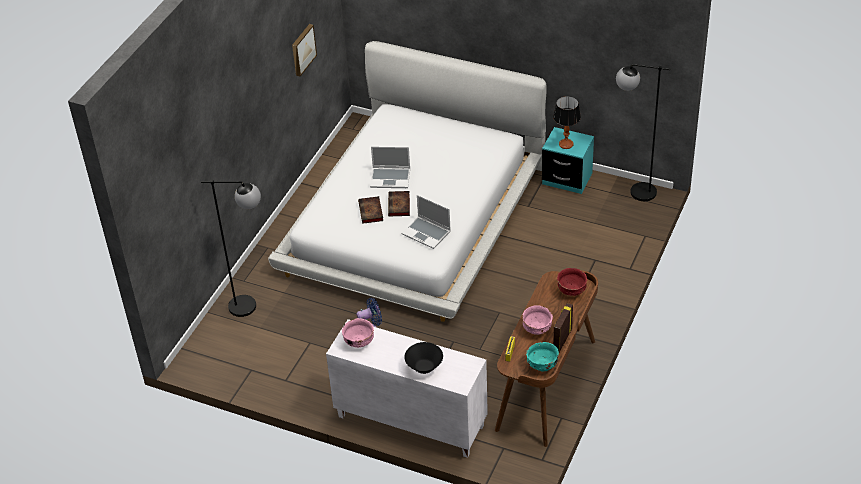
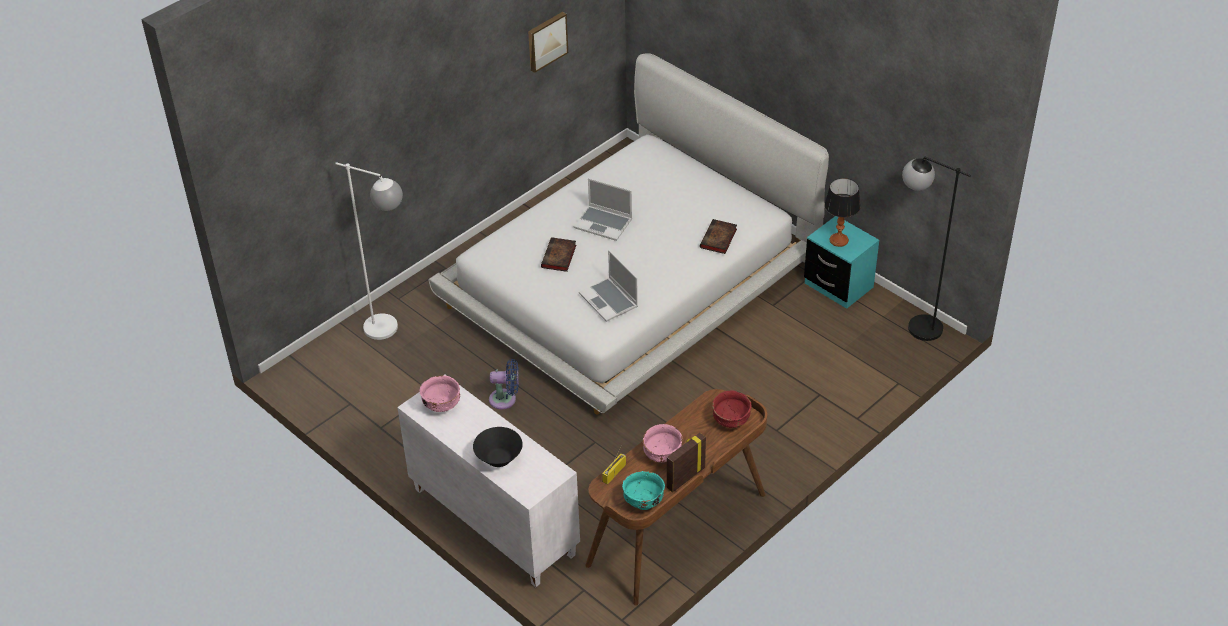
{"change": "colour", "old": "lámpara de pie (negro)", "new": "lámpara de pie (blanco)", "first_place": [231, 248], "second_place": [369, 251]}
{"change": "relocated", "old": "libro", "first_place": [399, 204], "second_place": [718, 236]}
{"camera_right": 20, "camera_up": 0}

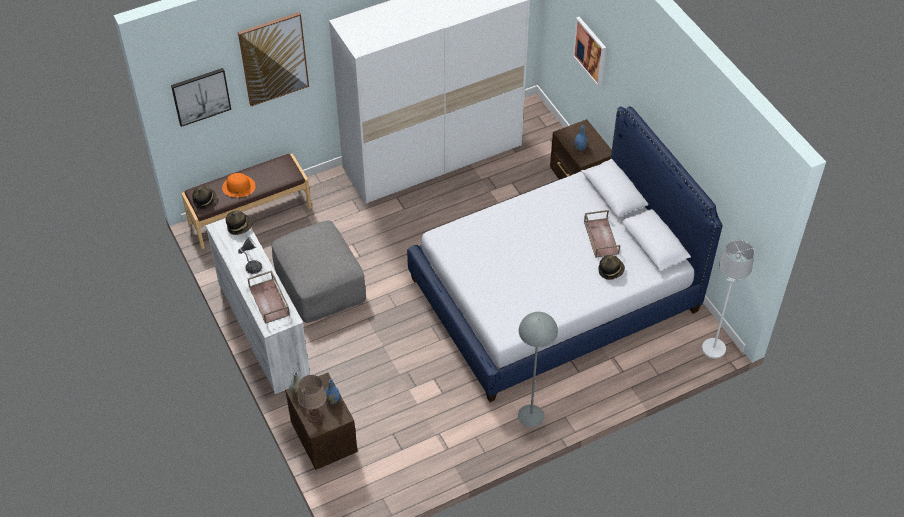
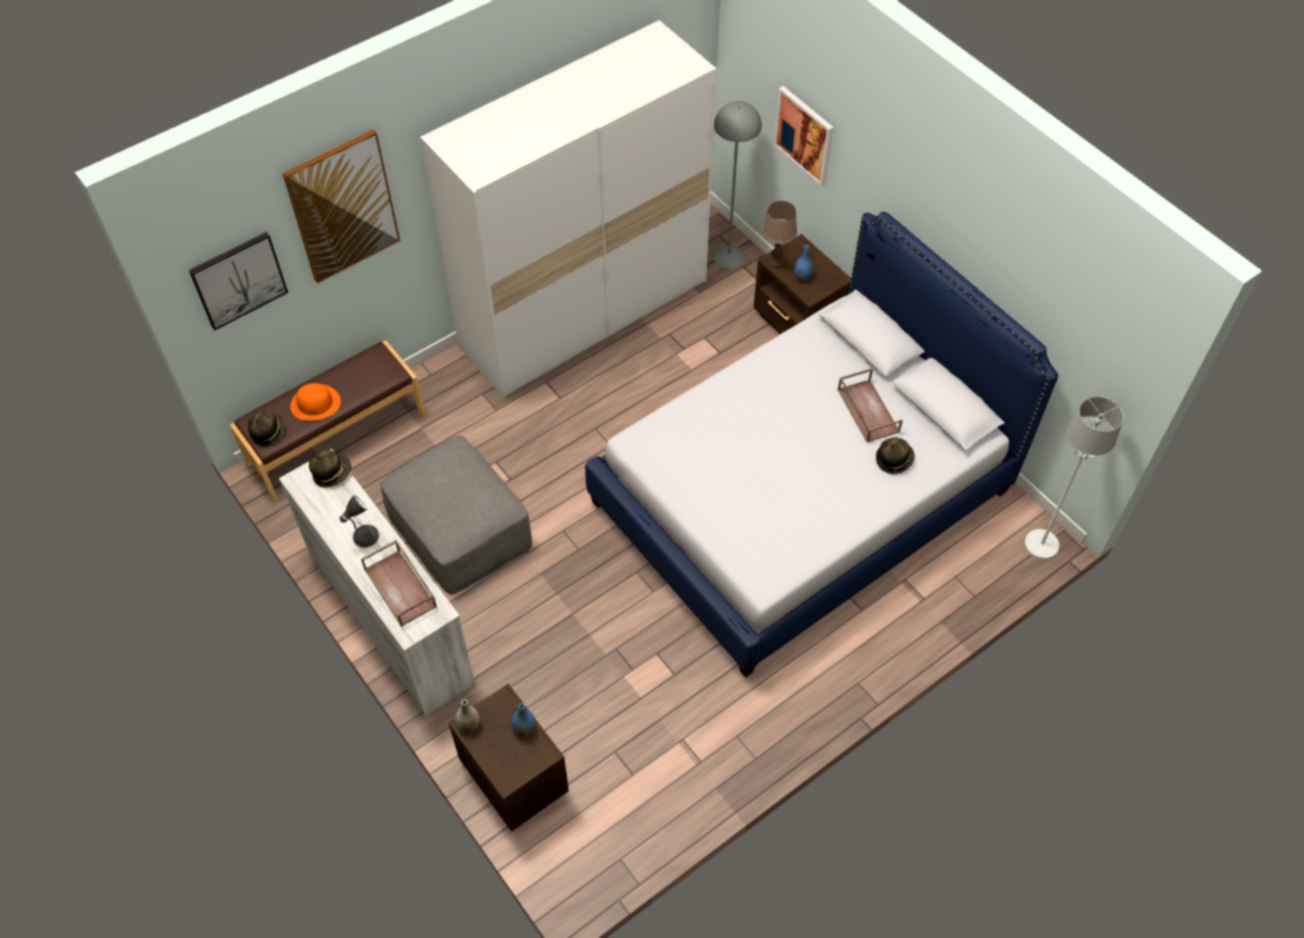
{"change": "relocated", "old": "lámpara de pie (gris)", "first_place": [538, 369], "second_place": [737, 184]}
{"change": "relocated", "old": "lámpara de mesa (marrón)", "first_place": [312, 399], "second_place": [779, 234]}
{"camera_right": -10, "camera_up": 5}

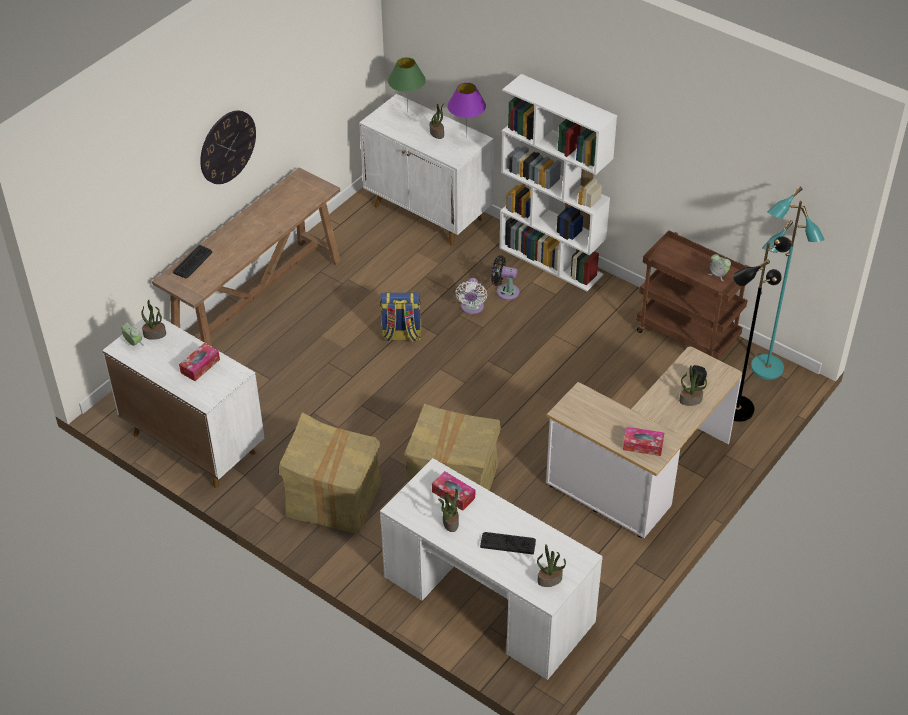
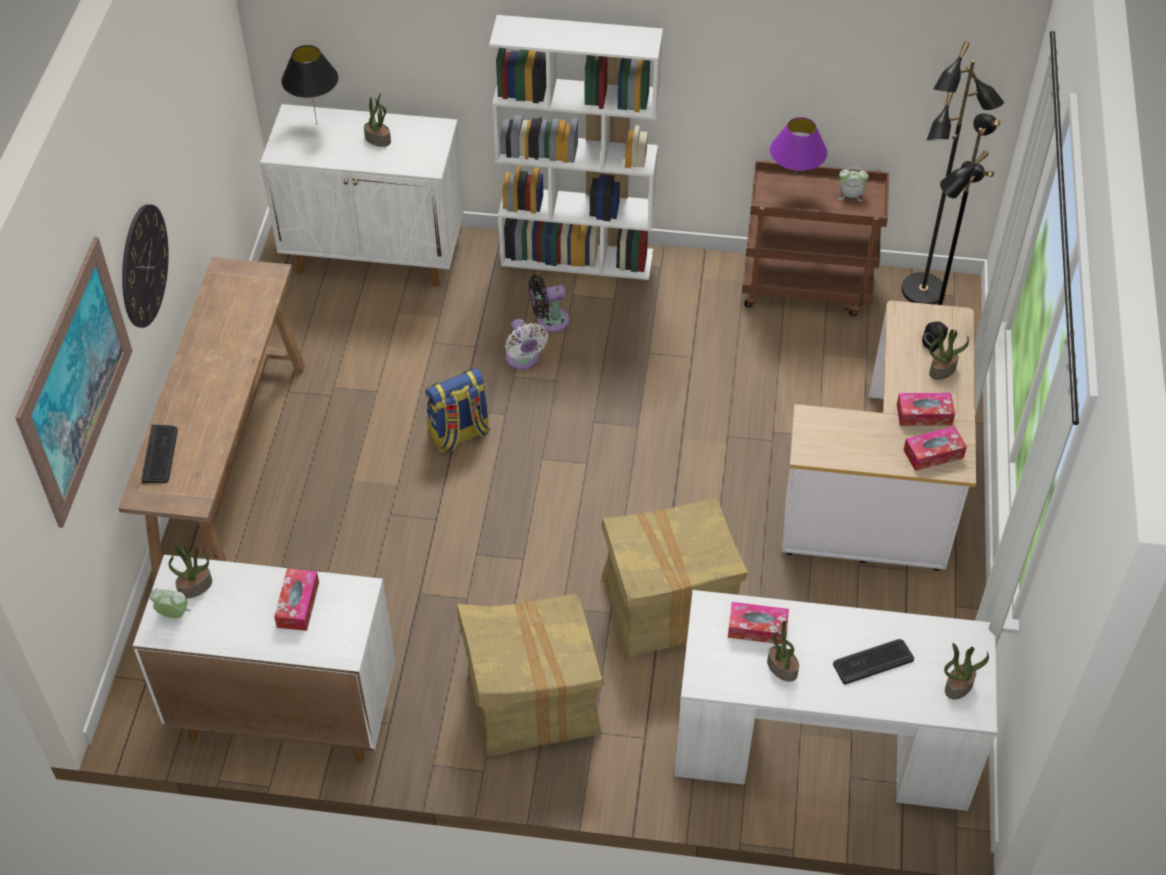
{"change": "appeared", "new": "cuadro", "second_place": [74, 382]}
{"change": "colour", "old": "lámpara de mesa (verde)", "new": "lámpara de mesa (negro)", "first_place": [407, 84], "second_place": [309, 84]}
{"change": "relocated", "old": "lámpara de mesa (morado)", "first_place": [466, 110], "second_place": [799, 156]}
{"change": "appeared", "new": "caja de pañuelos", "second_place": [926, 409]}
{"change": "colour", "old": "lámpara de pie (turquesa)", "new": "lámpara de pie (negro)", "first_place": [788, 283], "second_place": [953, 173]}
{"camera_right": -30, "camera_up": 5}

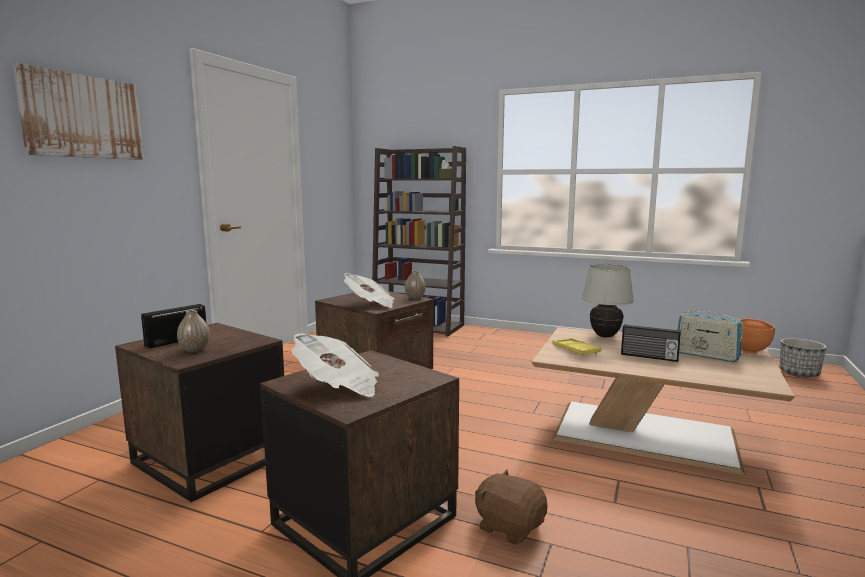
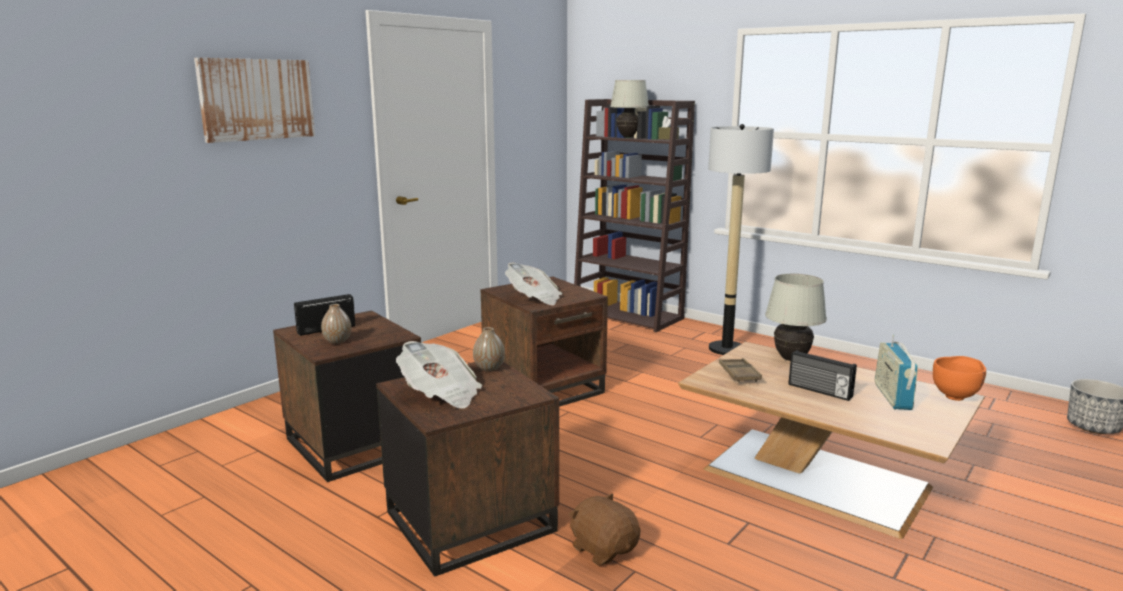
{"change": "relocated", "old": "florero", "first_place": [415, 285], "second_place": [489, 349]}
{"change": "appeared", "new": "lámpara de mesa (blanco)", "second_place": [629, 109]}
{"change": "appeared", "new": "lámpara de pie", "second_place": [741, 239]}
{"change": "colour", "old": "bandeja (amarillo)", "new": "bandeja (marrón)", "first_place": [576, 347], "second_place": [740, 370]}
{"change": "spun", "old": "radio", "first_place": [710, 334], "second_place": [896, 372], "degrees": 45}
{"camera_right": 15, "camera_up": 5}

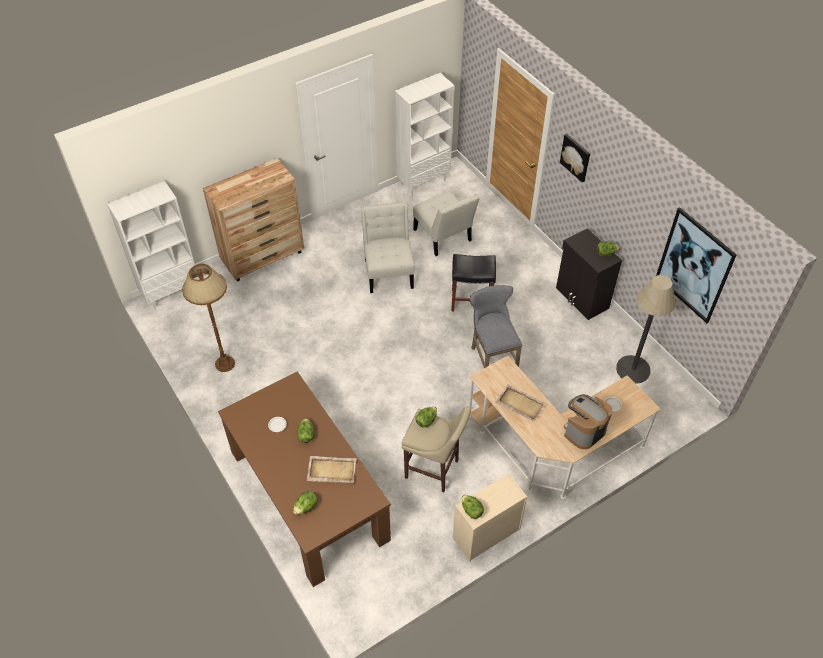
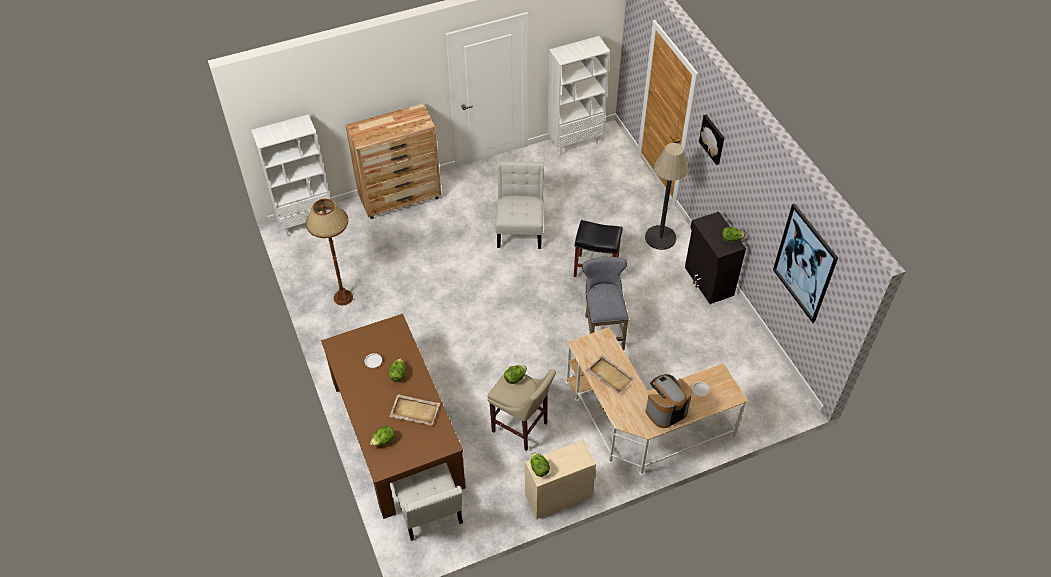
{"change": "relocated", "old": "silla (blanco)", "first_place": [446, 224], "second_place": [427, 502]}
{"change": "relocated", "old": "lámpara de pie", "first_place": [645, 329], "second_place": [667, 196]}
{"camera_right": 10, "camera_up": 0}

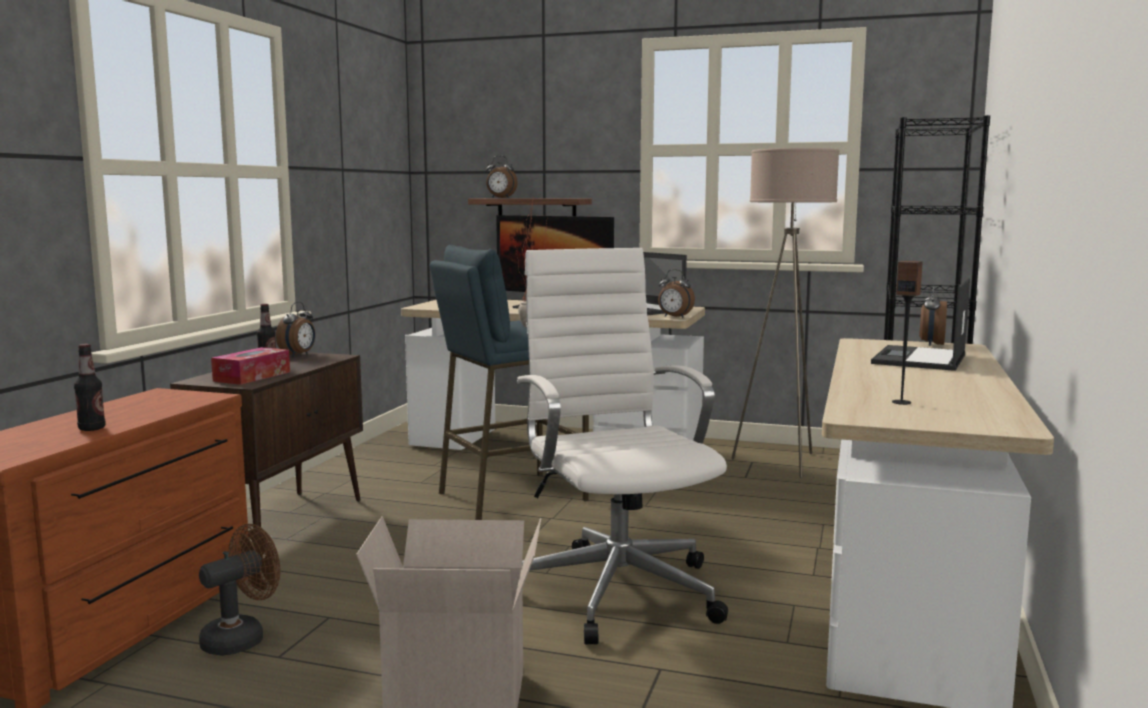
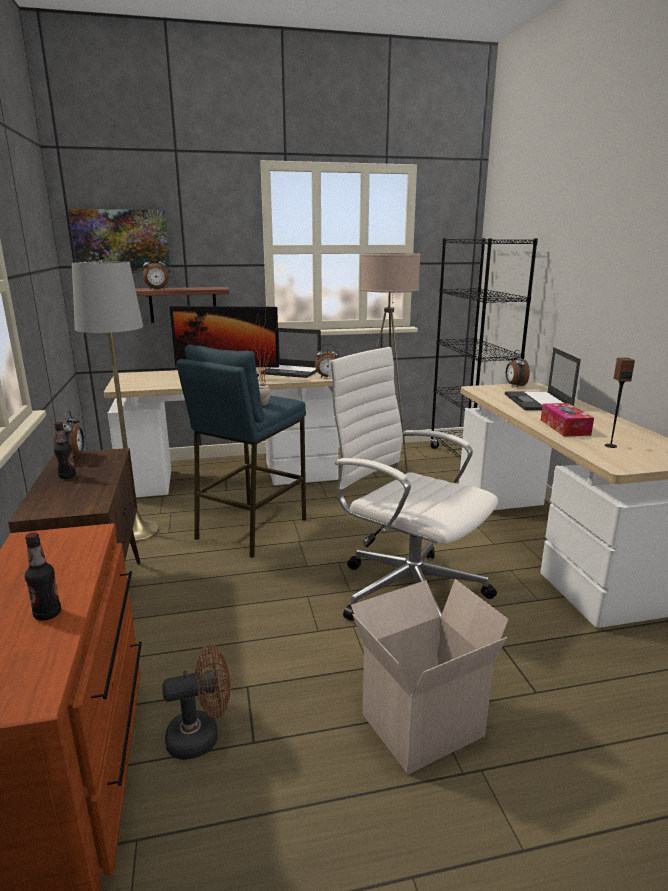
{"change": "appeared", "new": "cuadro", "second_place": [119, 241]}
{"change": "appeared", "new": "lámpara de pie (gris)", "second_place": [115, 401]}
{"change": "spun", "old": "ventilador (marrón)", "first_place": [239, 590], "second_place": [196, 702], "degrees": 60}
{"change": "relocated", "old": "caja de pañuelos", "first_place": [250, 366], "second_place": [567, 419]}
{"camera_right": -30, "camera_up": 10}

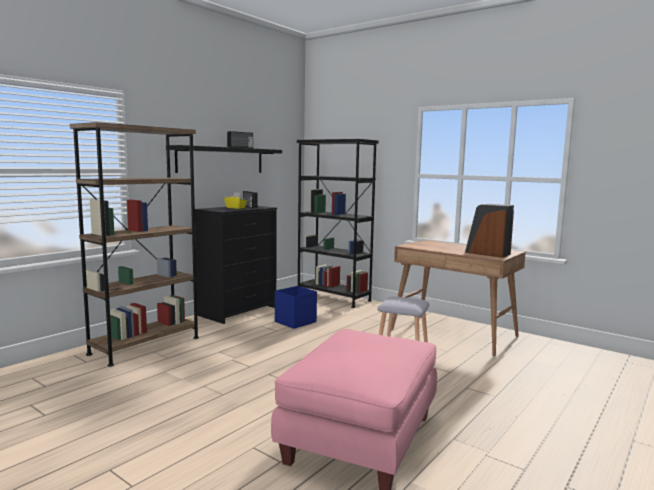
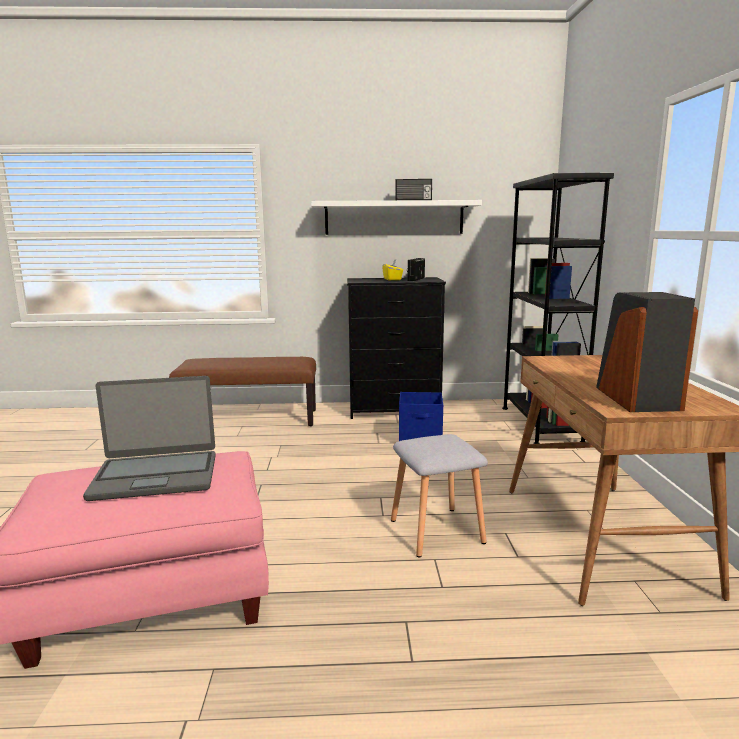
{"change": "appeared", "new": "portátil", "second_place": [149, 438]}
{"change": "exchanged", "old": "estantería (marrón)", "new": "banco (marrón)", "first_place": [134, 244], "second_place": [242, 391]}
{"change": "colour", "old": "estante (negro)", "new": "estante (blanco)", "first_place": [225, 159], "second_place": [396, 217]}
{"camera_right": 50, "camera_up": 5}

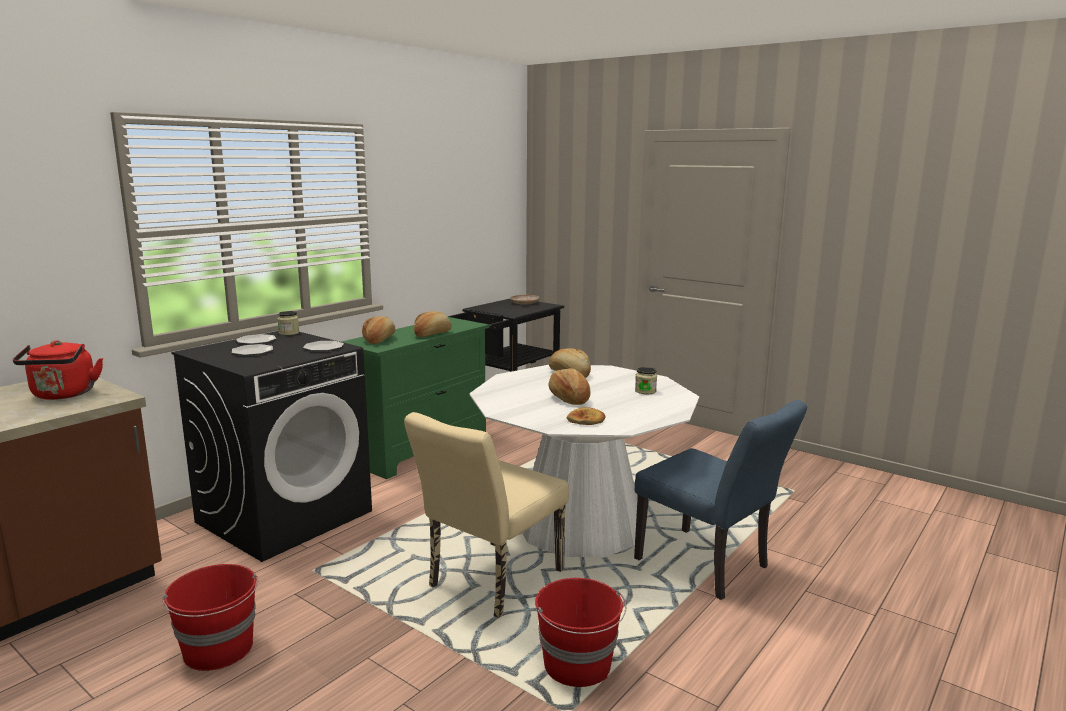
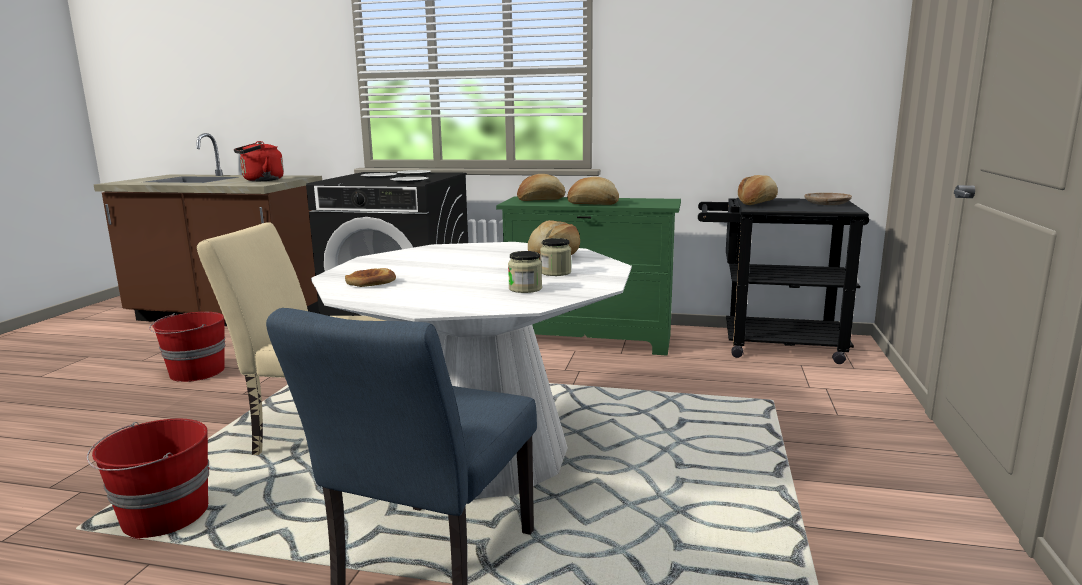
{"change": "relocated", "old": "tarro", "first_place": [288, 323], "second_place": [555, 257]}
{"change": "relocated", "old": "pan", "first_place": [569, 386], "second_place": [758, 190]}
{"camera_right": 65, "camera_up": 0}

